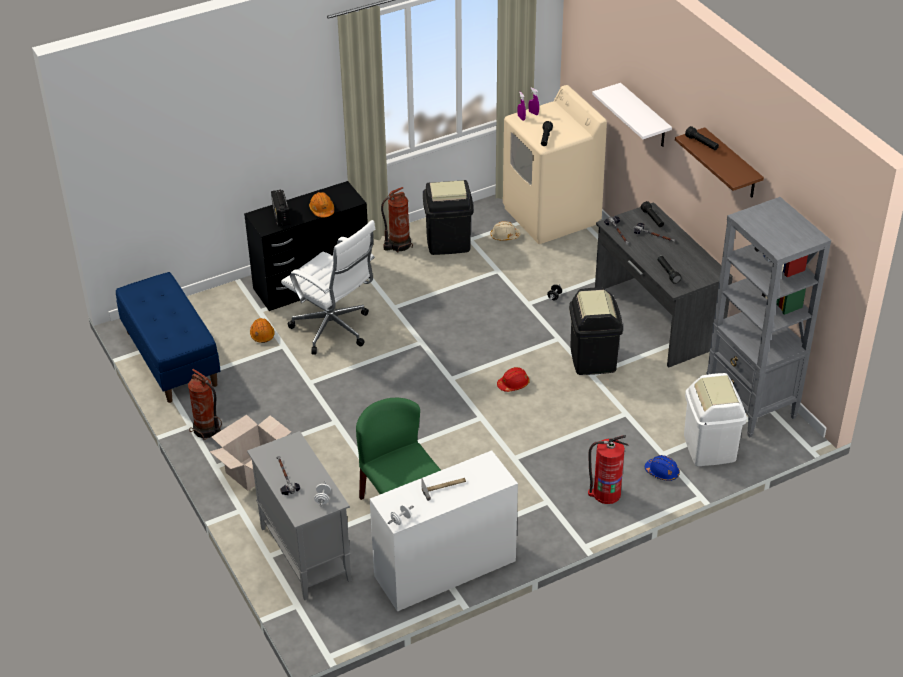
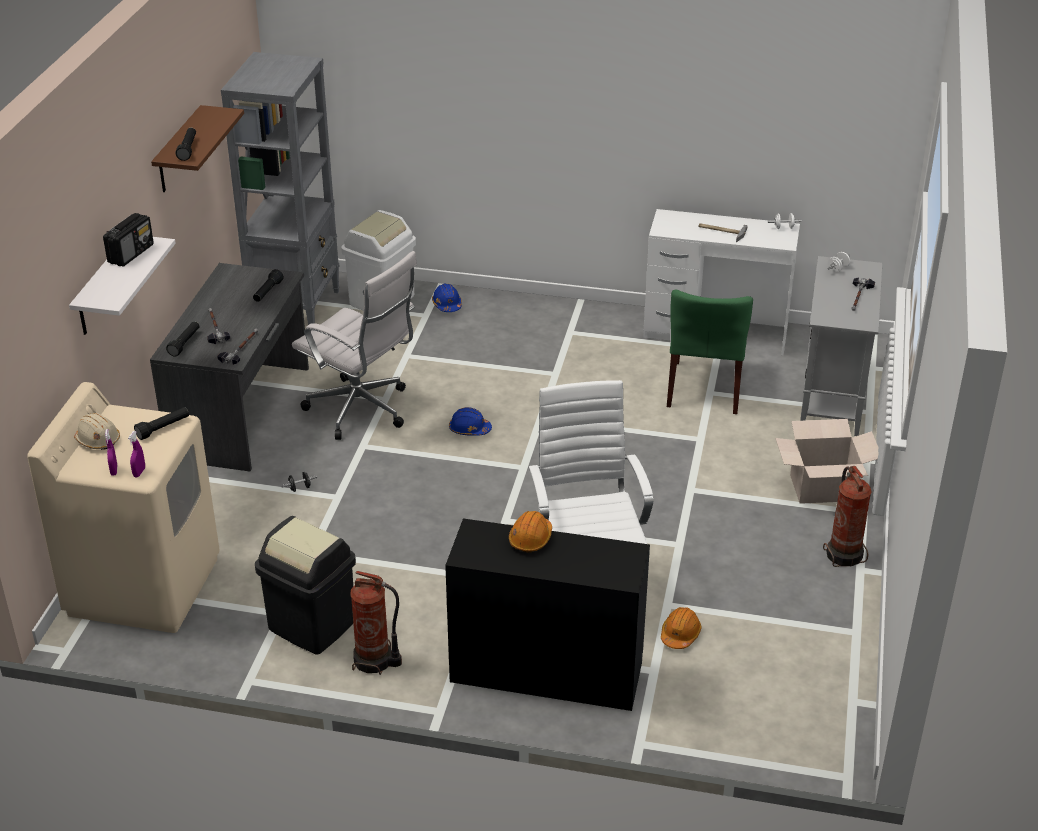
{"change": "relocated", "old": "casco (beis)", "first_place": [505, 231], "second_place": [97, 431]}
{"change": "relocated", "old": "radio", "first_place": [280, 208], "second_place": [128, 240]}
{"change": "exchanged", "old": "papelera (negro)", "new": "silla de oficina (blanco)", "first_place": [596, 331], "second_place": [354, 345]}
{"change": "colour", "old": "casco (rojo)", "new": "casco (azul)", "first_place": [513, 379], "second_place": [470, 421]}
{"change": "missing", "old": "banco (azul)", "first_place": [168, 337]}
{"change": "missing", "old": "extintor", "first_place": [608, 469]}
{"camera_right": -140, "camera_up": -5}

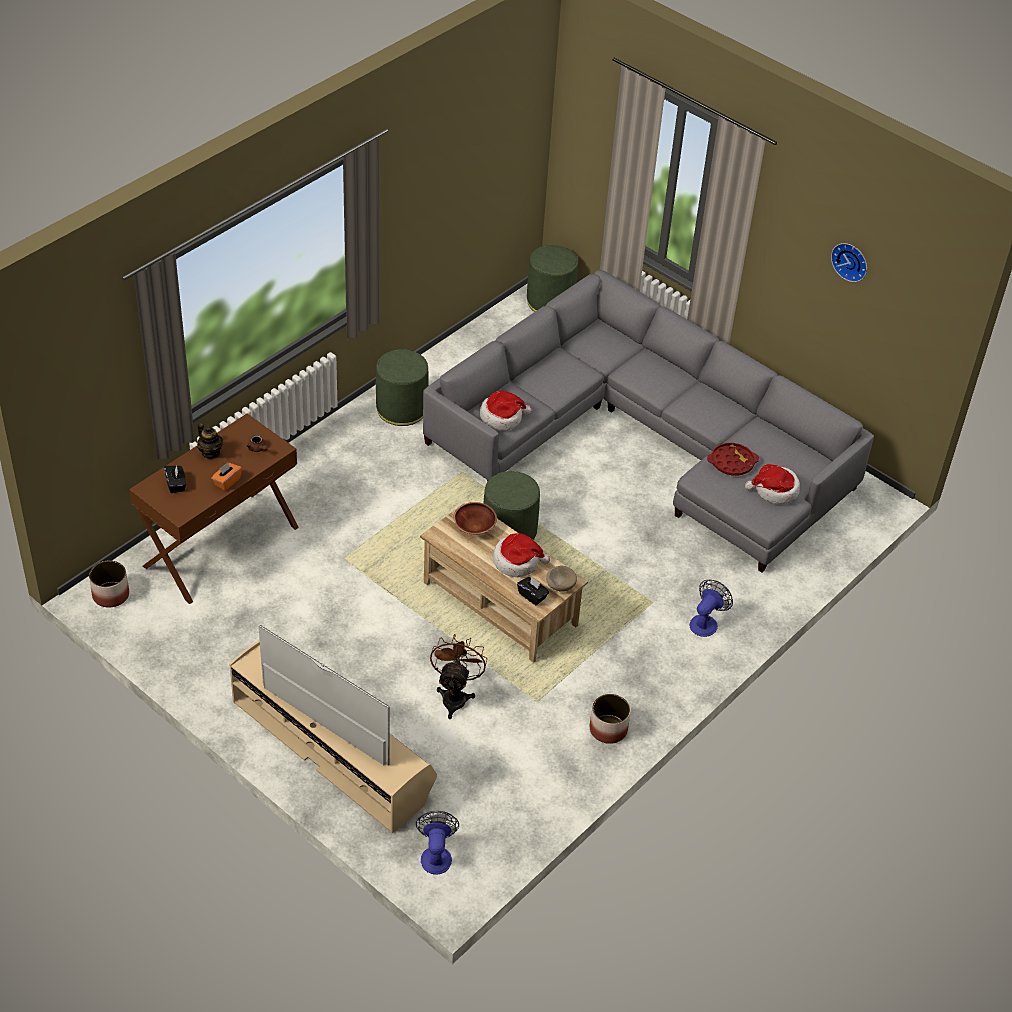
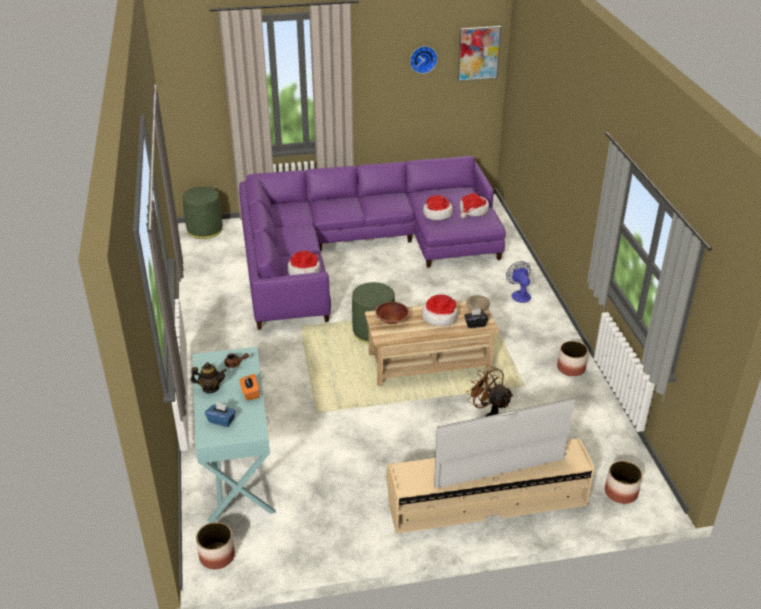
{"change": "colour", "old": "mesa consola (marrón)", "new": "mesa consola (turquesa)", "first_place": [214, 509], "second_place": [234, 435]}
{"change": "colour", "old": "caja de pañuelos (negro)", "new": "caja de pañuelos (azul)", "first_place": [175, 479], "second_place": [220, 414]}
{"change": "colour", "old": "sofá (gris)", "new": "sofá (morado)", "first_place": [648, 421], "second_place": [372, 243]}
{"change": "exchanged", "old": "bandeja (rojo)", "new": "sombrero", "first_place": [733, 459], "second_place": [438, 207]}
{"change": "appeared", "new": "cuadro", "second_place": [479, 53]}
{"change": "exchanged", "old": "ventilador", "new": "maceta", "first_place": [437, 843], "second_place": [624, 482]}
{"change": "missing", "old": "puf (verde)", "first_place": [402, 387]}
{"camera_right": -50, "camera_up": -10}

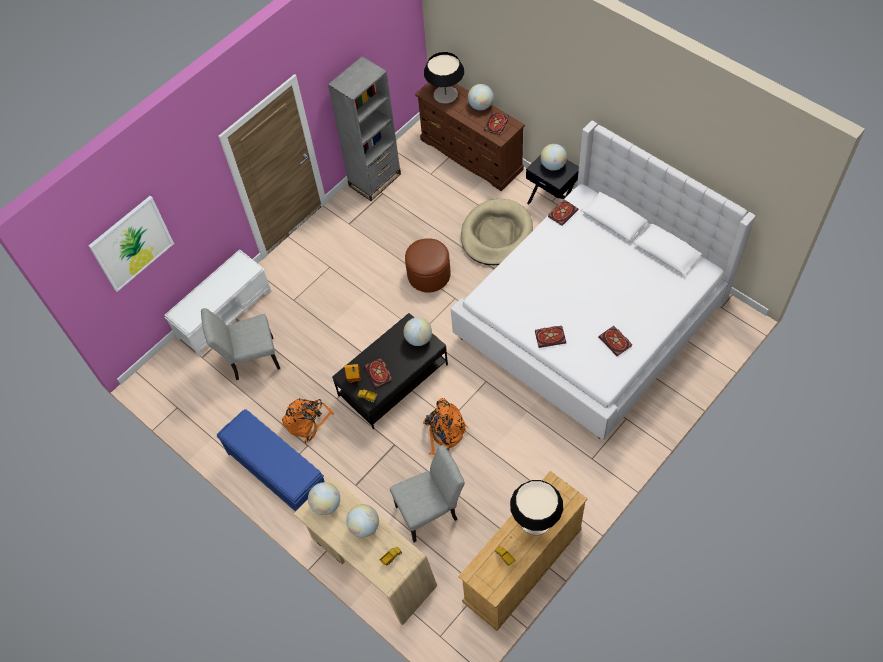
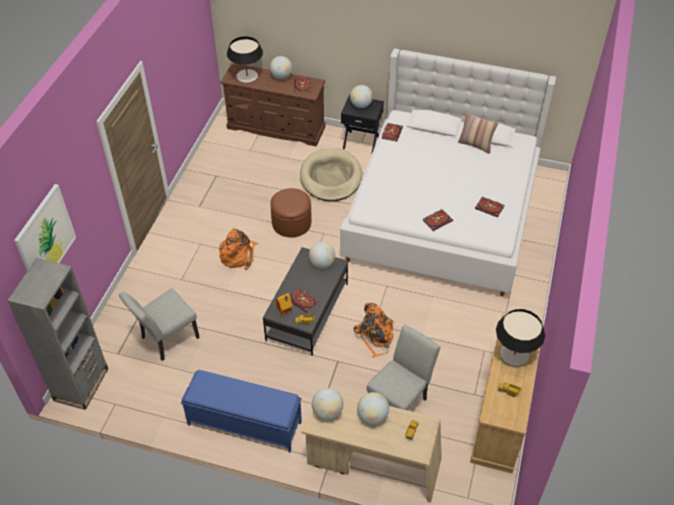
{"change": "relocated", "old": "estantería (gris)", "first_place": [364, 128], "second_place": [57, 334]}
{"change": "relocated", "old": "mochila (naranja)", "first_place": [308, 420], "second_place": [238, 249]}
{"change": "appeared", "new": "cojín", "second_place": [478, 133]}
{"change": "missing", "old": "banco (blanco)", "first_place": [217, 303]}
{"camera_right": -30, "camera_up": -10}

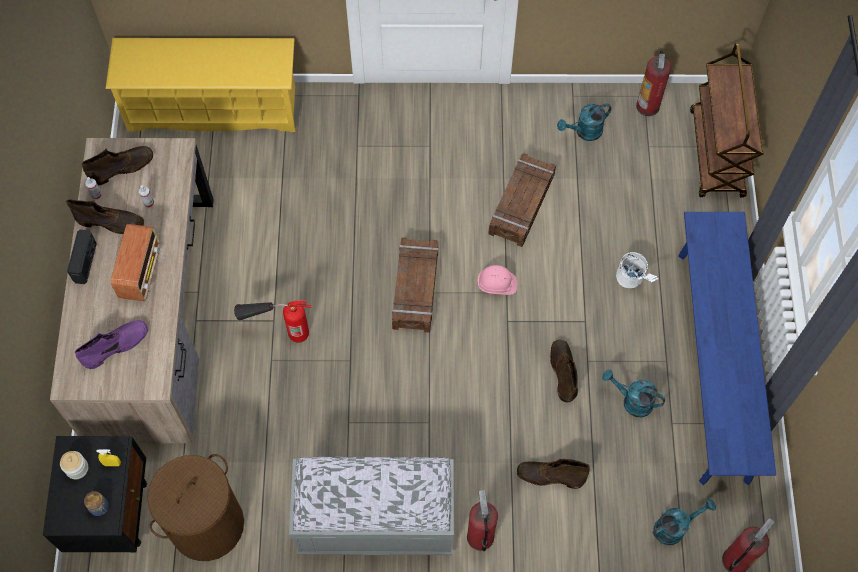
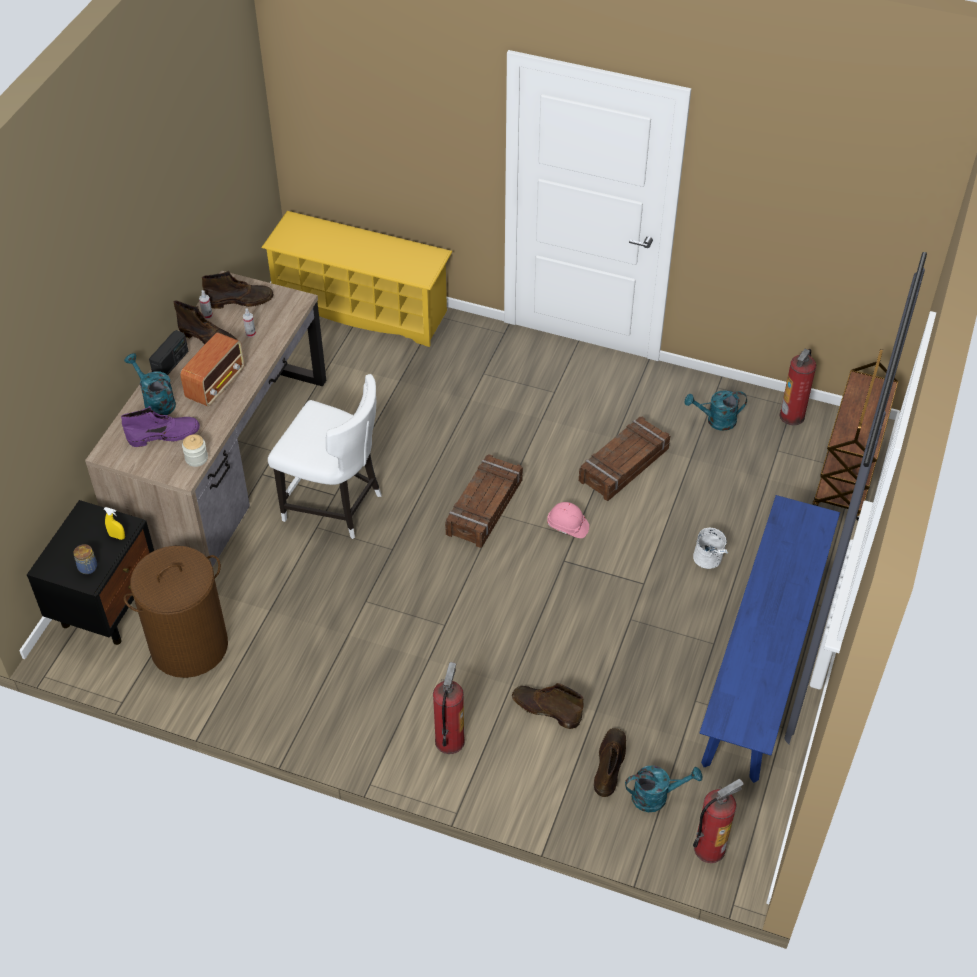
{"change": "relocated", "old": "regadera (turquesa)", "first_place": [633, 393], "second_place": [150, 384]}
{"change": "relocated", "old": "tarro", "first_place": [74, 465], "second_place": [195, 450]}
{"change": "exchanged", "old": "extintor", "new": "silla (blanco)", "first_place": [273, 321], "second_place": [325, 456]}
{"change": "relocated", "old": "bota (marrón)", "first_place": [564, 371], "second_place": [610, 762]}
{"change": "missing", "old": "banco (gris)", "first_place": [371, 506]}
{"camera_right": 20, "camera_up": -15}

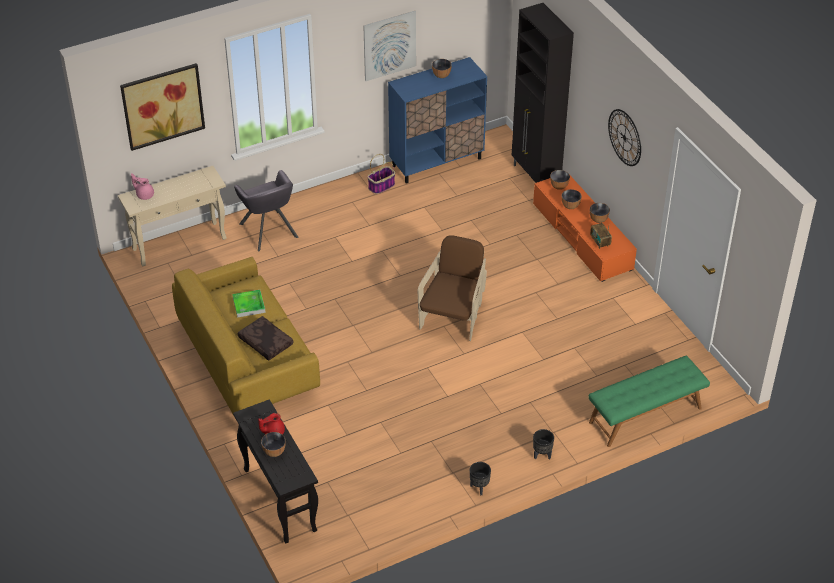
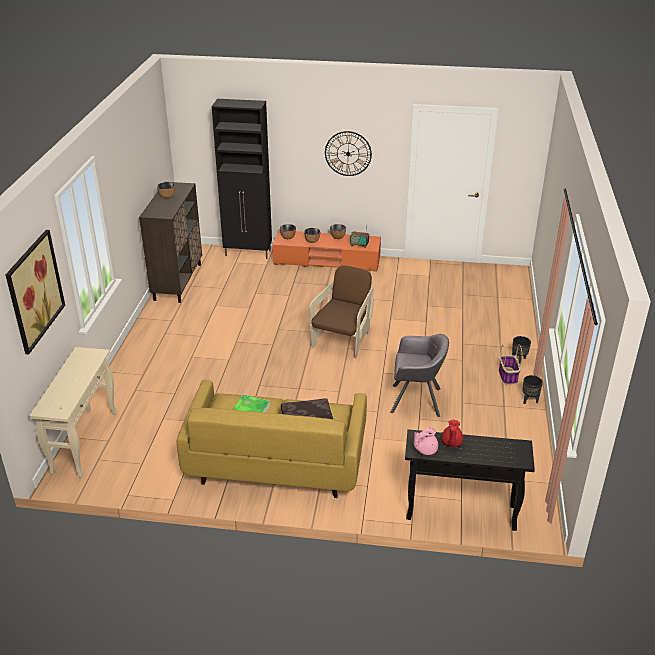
{"change": "colour", "old": "armario (azul)", "new": "armario (marrón)", "first_place": [437, 120], "second_place": [170, 242]}
{"change": "spun", "old": "sillón (marrón)", "first_place": [452, 288], "second_place": [341, 311], "degrees": 60}
{"change": "relocated", "old": "sillón (gris)", "first_place": [266, 211], "second_place": [419, 375]}
{"change": "relocated", "old": "tetera (rosa)", "first_place": [142, 186], "second_place": [426, 441]}
{"change": "relocated", "old": "cesta", "first_place": [381, 174], "second_place": [510, 364]}
{"change": "missing", "old": "cuenco", "first_place": [273, 444]}
{"change": "missing", "old": "cuadro", "first_place": [389, 46]}
{"change": "missing", "old": "banco (verde)", "first_place": [649, 401]}
{"camera_right": -55, "camera_up": -10}

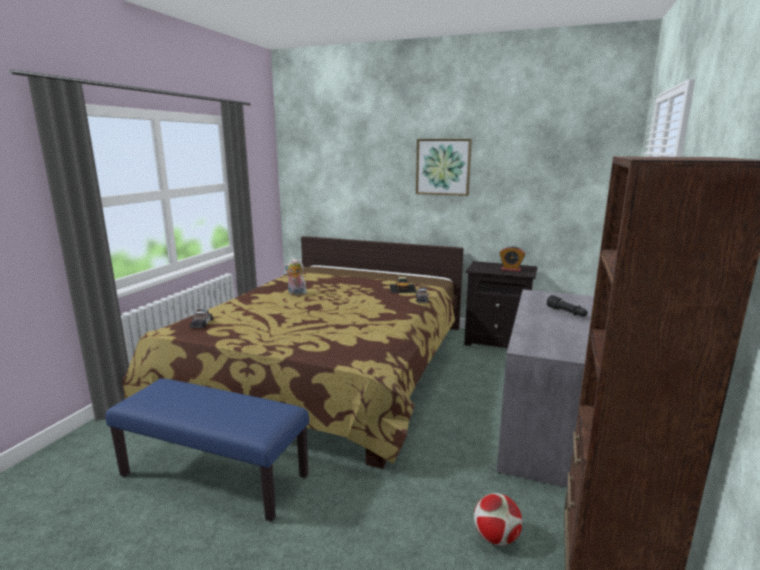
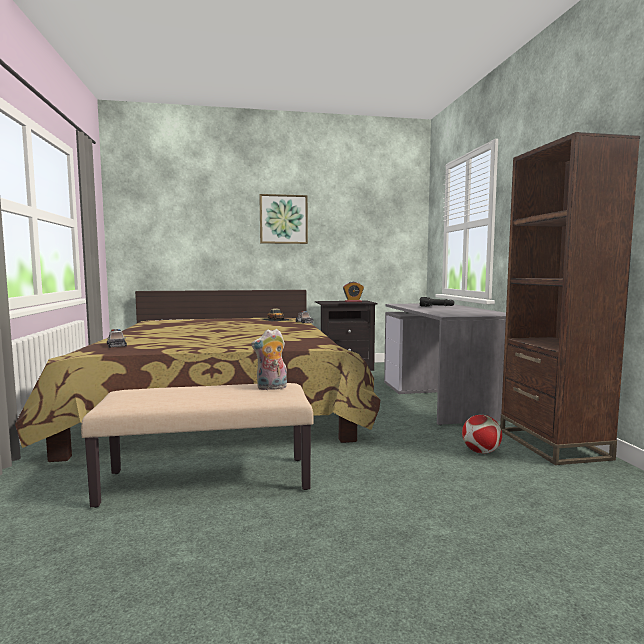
{"change": "colour", "old": "banco (azul)", "new": "banco (beis)", "first_place": [207, 450], "second_place": [197, 445]}
{"change": "relocated", "old": "peluche", "first_place": [295, 276], "second_place": [269, 359]}
{"camera_right": -30, "camera_up": -10}

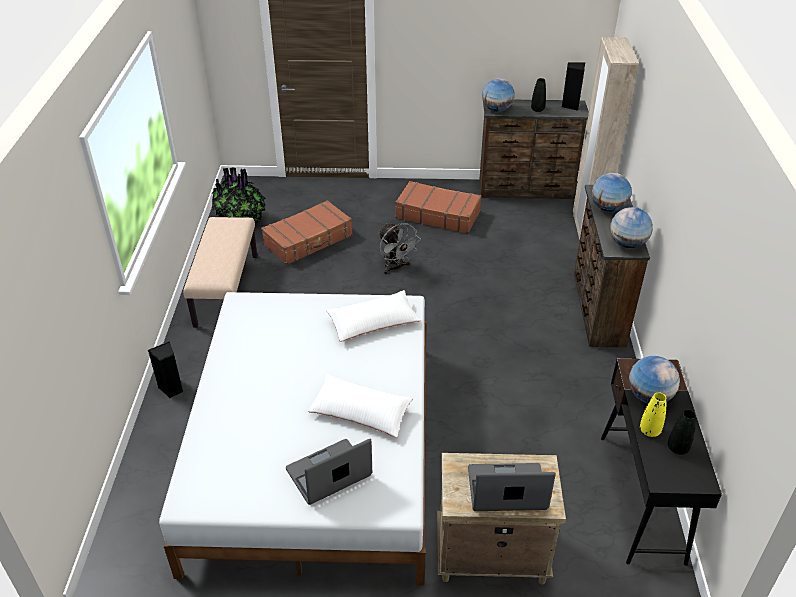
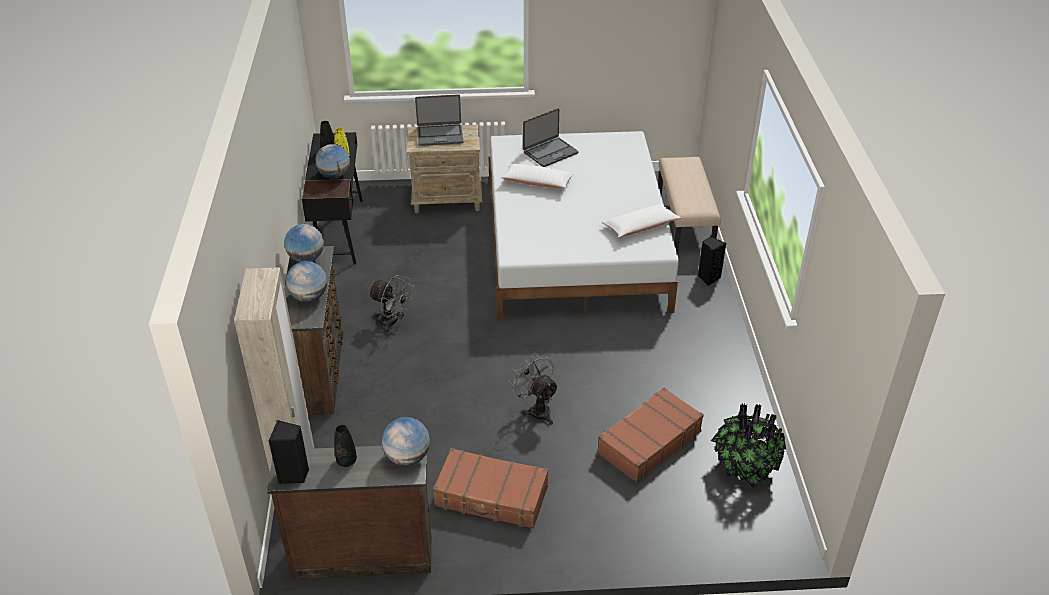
{"change": "appeared", "new": "ventilador (gris)", "second_place": [391, 303]}
{"change": "relocated", "old": "cojín (blanco)", "first_place": [373, 316], "second_place": [641, 220]}
{"change": "relocated", "old": "banco (beis)", "first_place": [220, 272], "second_place": [689, 205]}
{"camera_right": 175, "camera_up": 0}

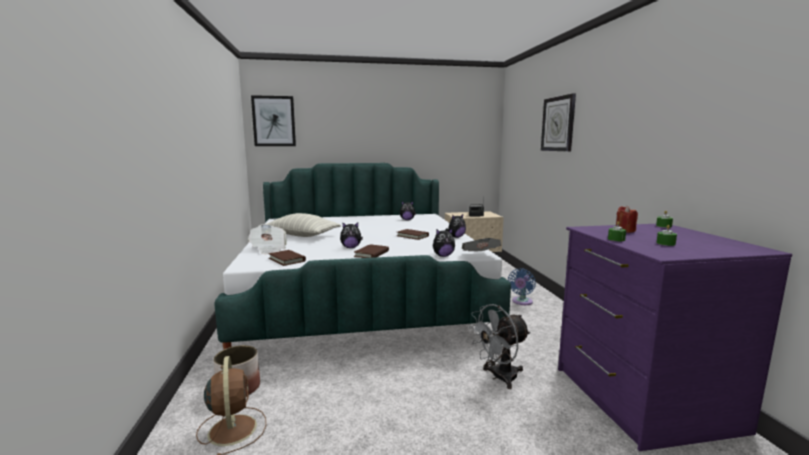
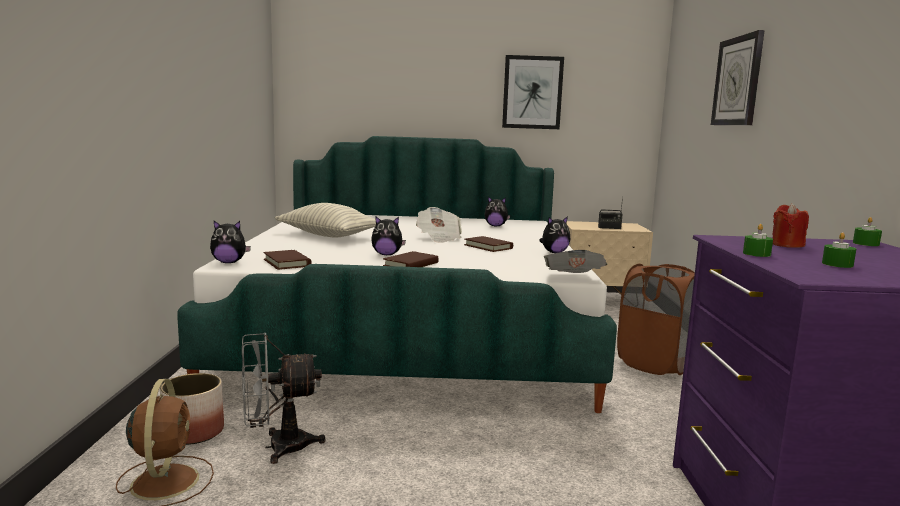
{"change": "relocated", "old": "peluche", "first_place": [444, 242], "second_place": [230, 242]}
{"change": "relocated", "old": "ventilador (gris)", "first_place": [499, 346], "second_place": [284, 398]}
{"change": "relocated", "old": "periódico", "first_place": [267, 239], "second_place": [439, 225]}
{"change": "relocated", "old": "cuadro", "first_place": [273, 120], "second_place": [533, 92]}
{"change": "exchanged", "old": "ventilador (azul)", "new": "cesto de la ropa (marrón)", "first_place": [522, 286], "second_place": [656, 319]}
{"camera_right": 10, "camera_up": 0}

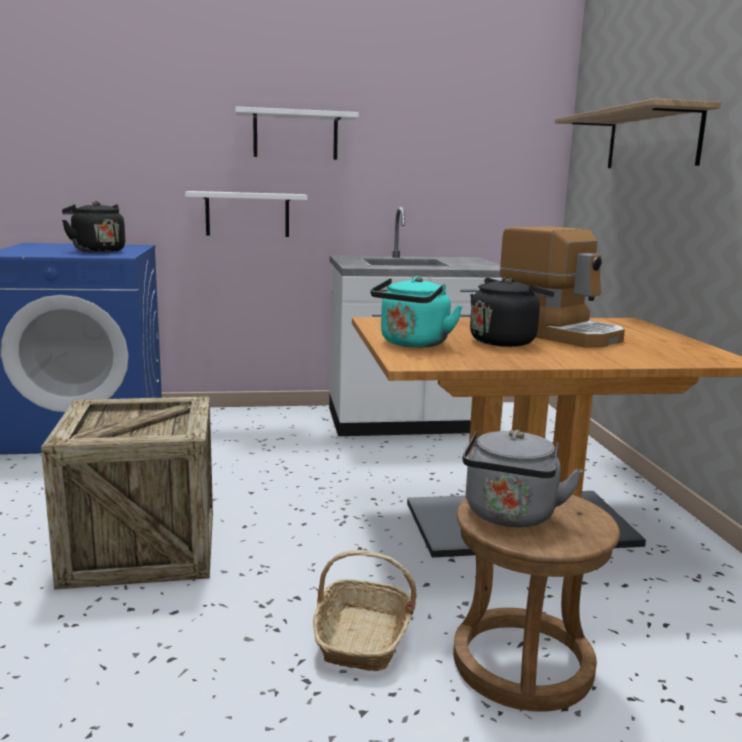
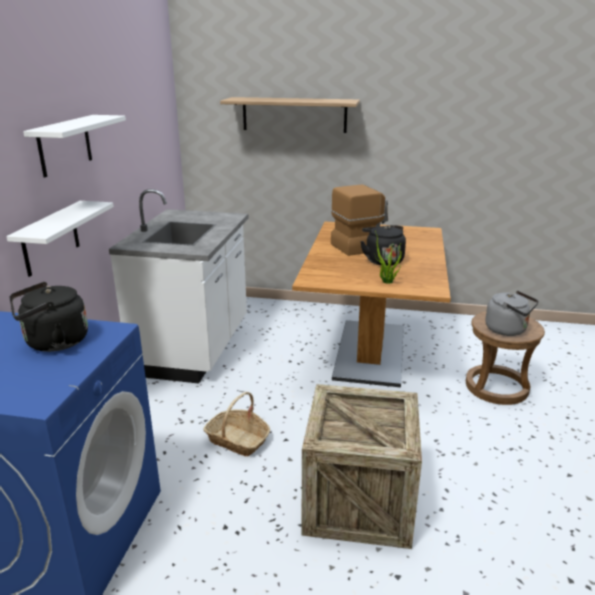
{"change": "relocated", "old": "cesta", "first_place": [365, 610], "second_place": [236, 424]}
{"change": "exchanged", "old": "hervidor (turquesa)", "new": "planta en maceta", "first_place": [417, 312], "second_place": [388, 257]}
{"camera_right": -70, "camera_up": 10}

